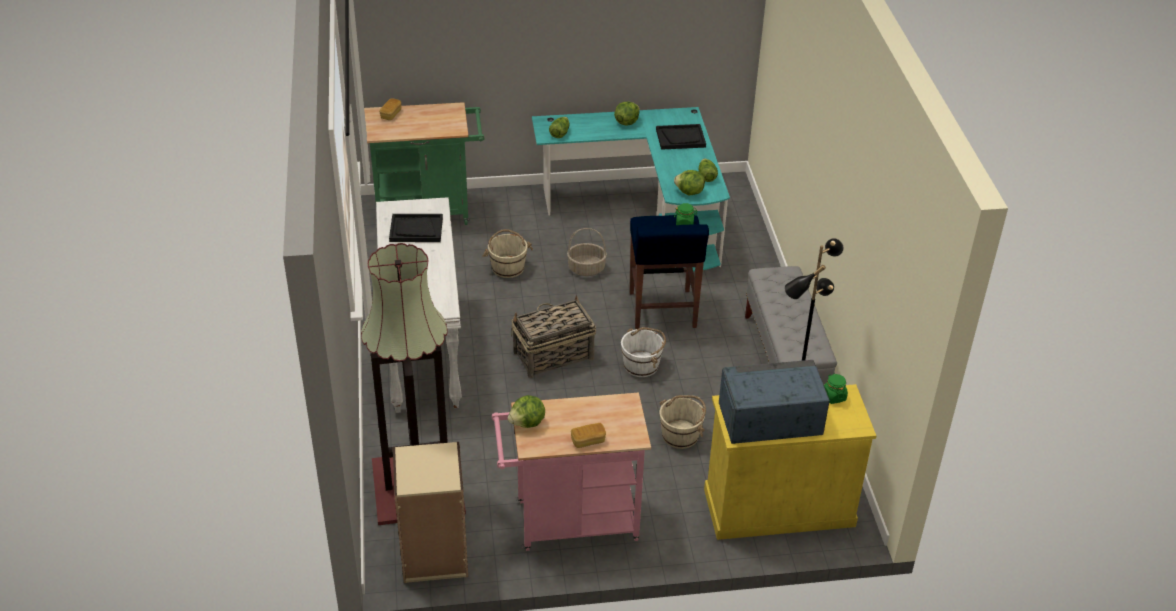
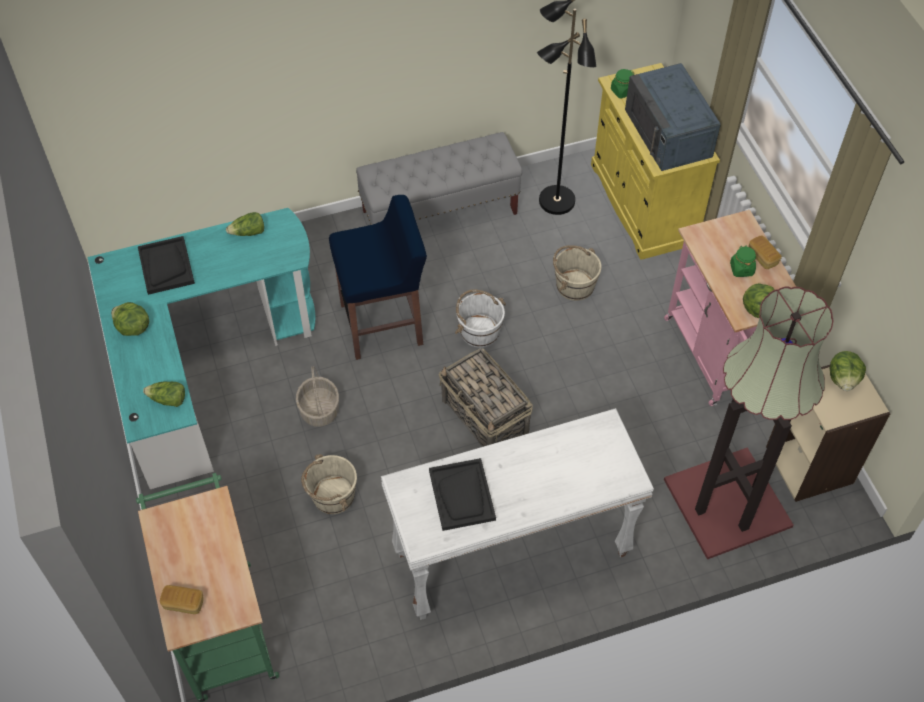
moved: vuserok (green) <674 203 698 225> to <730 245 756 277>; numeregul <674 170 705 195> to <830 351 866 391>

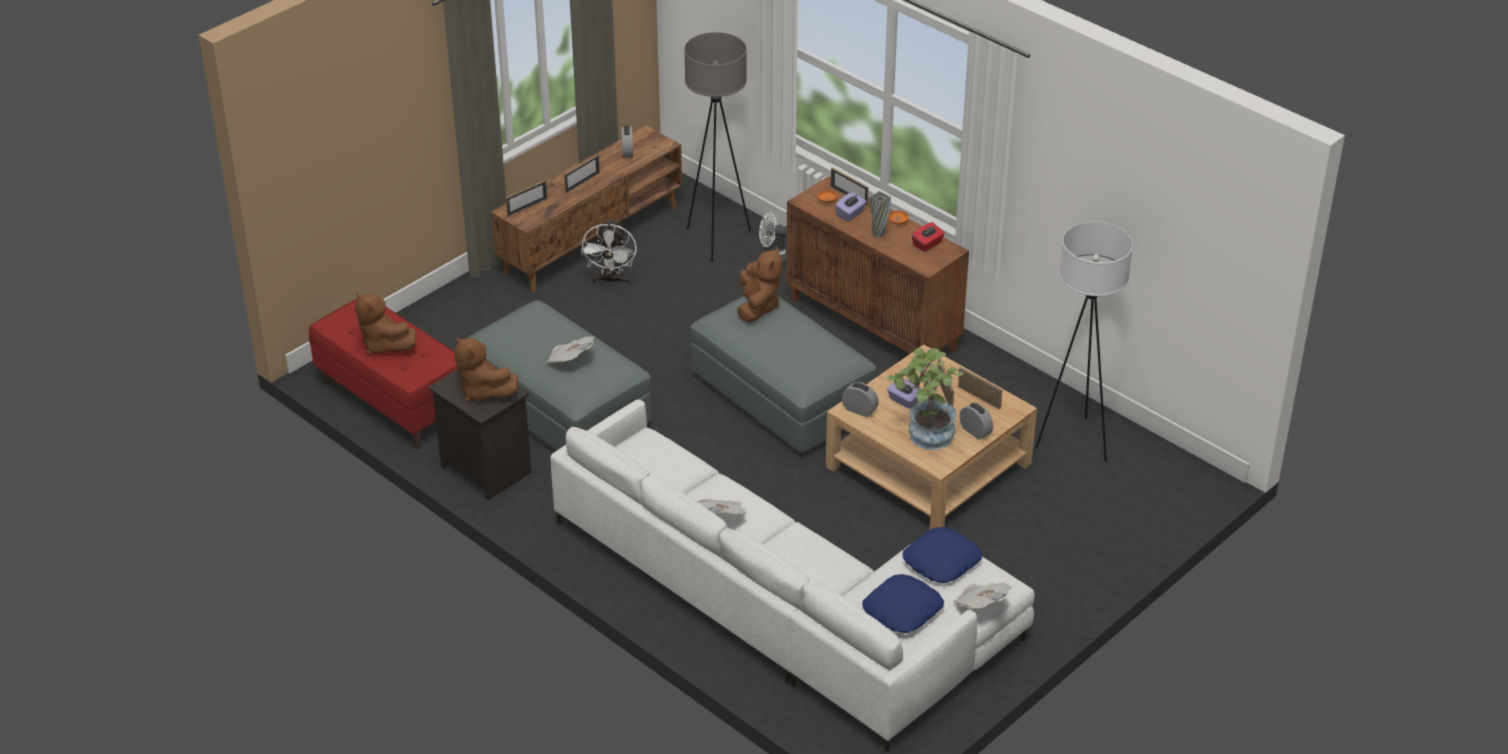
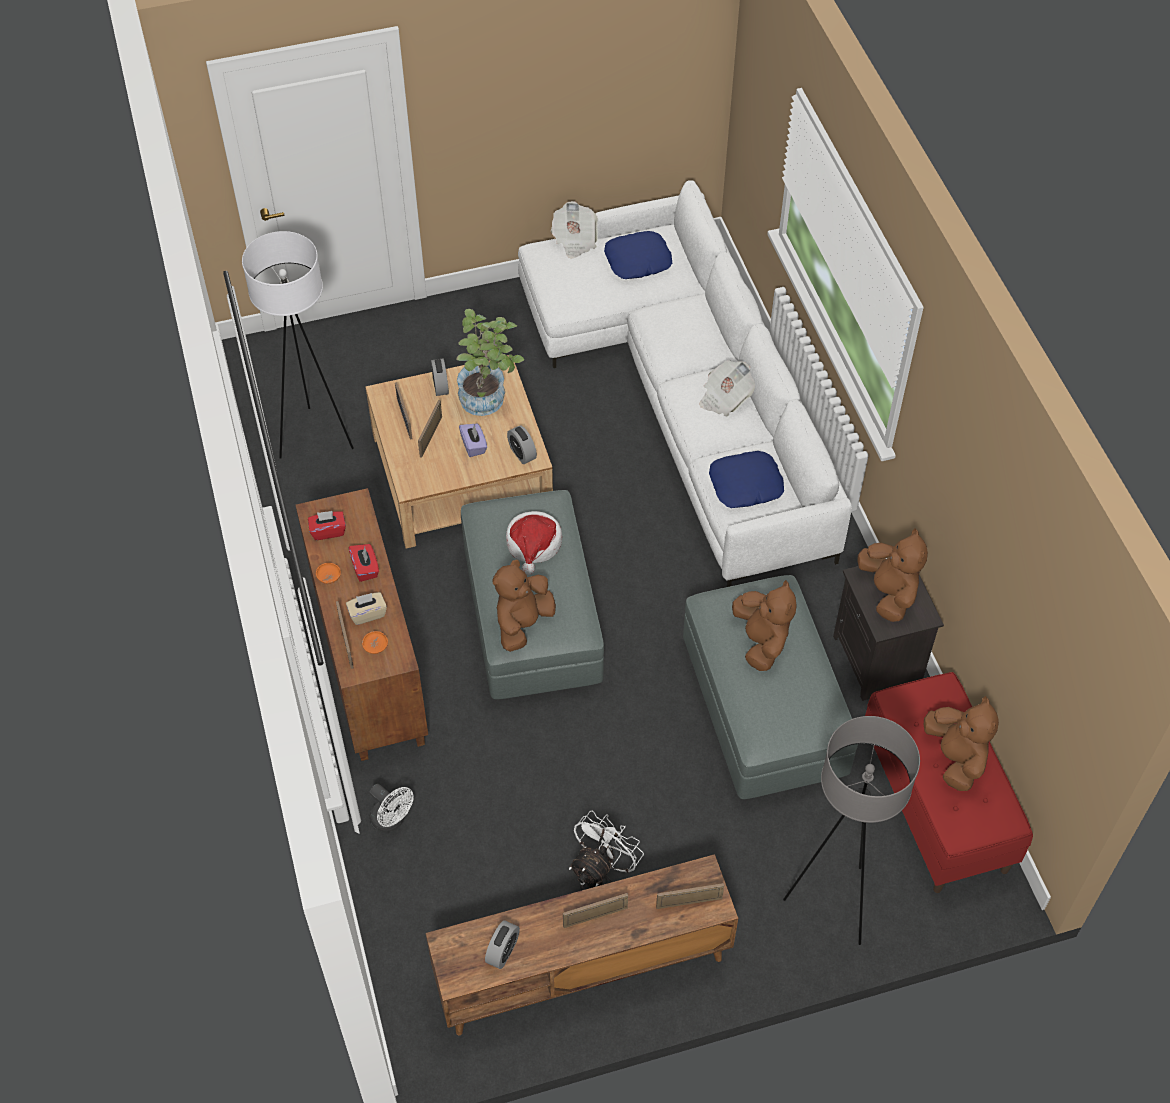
added: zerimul <506 511 562 575>
moved: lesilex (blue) <902 527 983 583> to <709 451 784 508>; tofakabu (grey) <684 32 751 261> to <783 716 920 945>
replaced: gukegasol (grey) <869 191 891 238> to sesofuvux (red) <349 544 379 582>; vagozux <546 336 595 363> to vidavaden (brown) <732 580 797 671>
recoloured: sesofuvux (purple) <835 192 866 221> to sesofuvux (beige) <346 592 387 625>

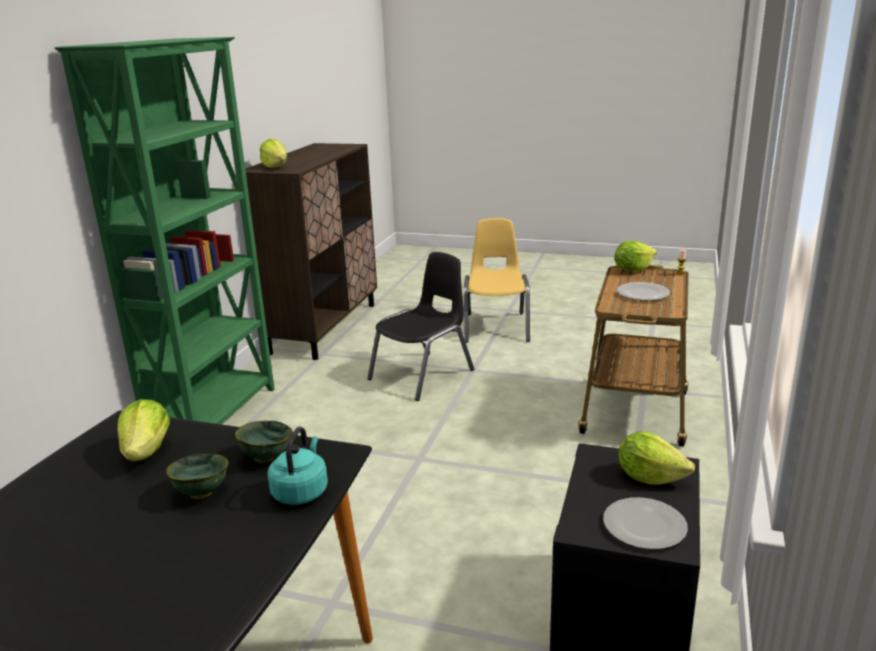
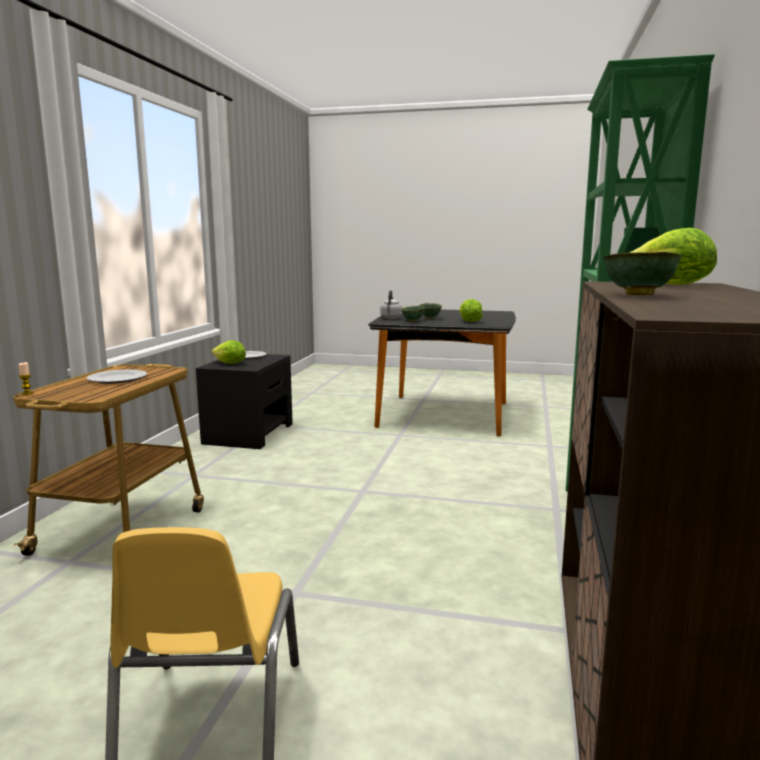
removed: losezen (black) <367 252 474 401>; numeregul <614 241 657 271>
added: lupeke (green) <603 252 682 295>
recoloured: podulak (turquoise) <267 427 328 505> to podulak (grey) <380 290 403 319>

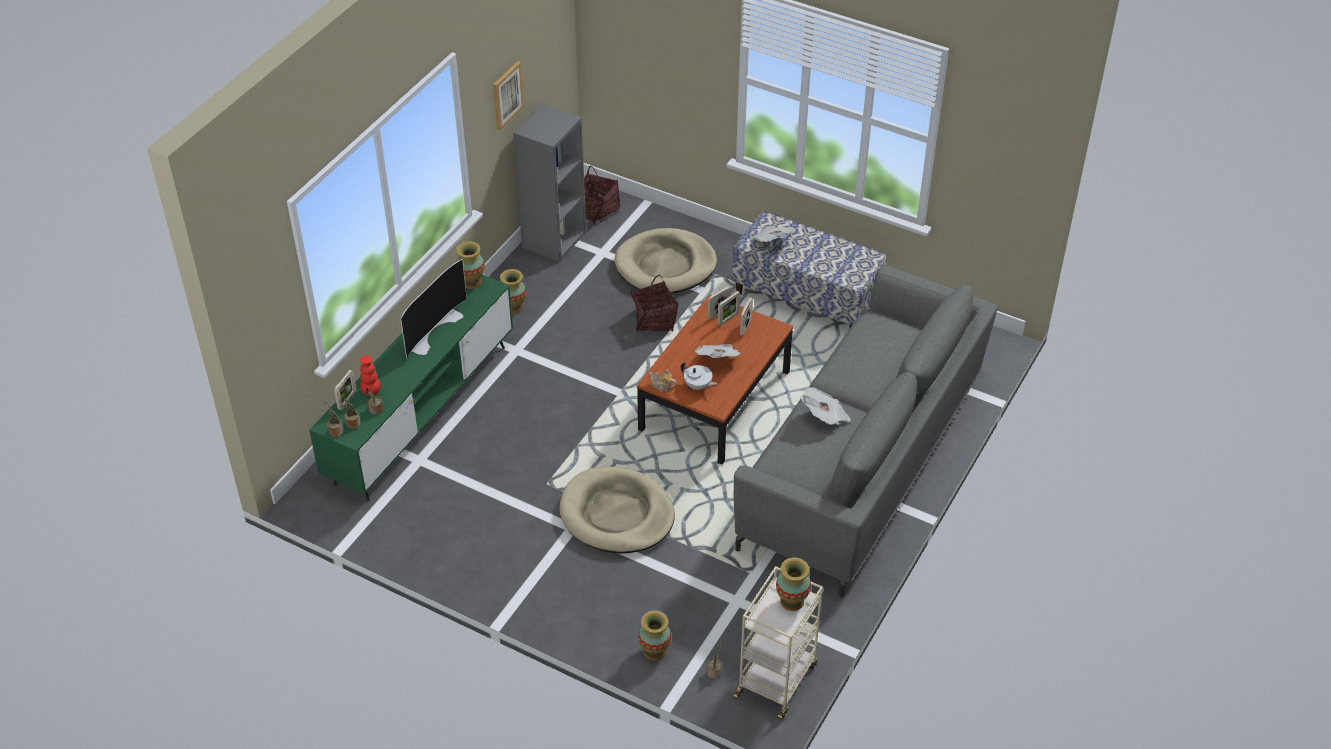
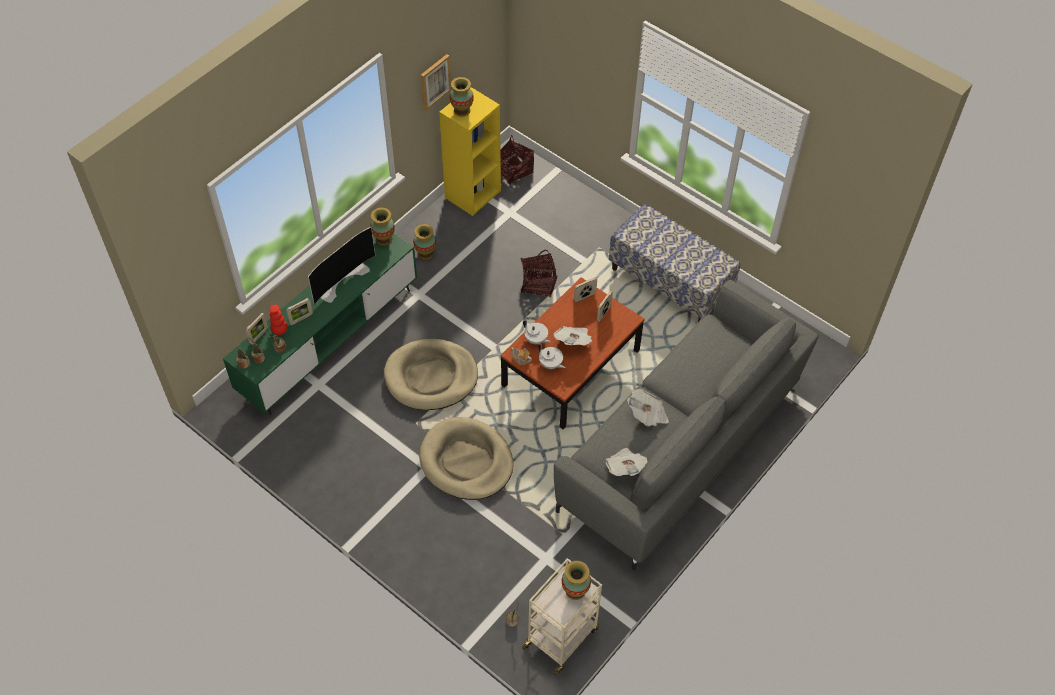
added: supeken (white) <523 320 551 344>
moved: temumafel <718 291 740 326> to <286 298 313 325>; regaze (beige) <615 228 717 293> to <384 339 478 410>; gukegasol <638 611 671 661> to <450 77 474 116>; vagozux <752 227 795 242> to <605 448 647 476>
recoloured: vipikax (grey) <513 104 586 262> to vipikax (yellow) <439 87 501 216>

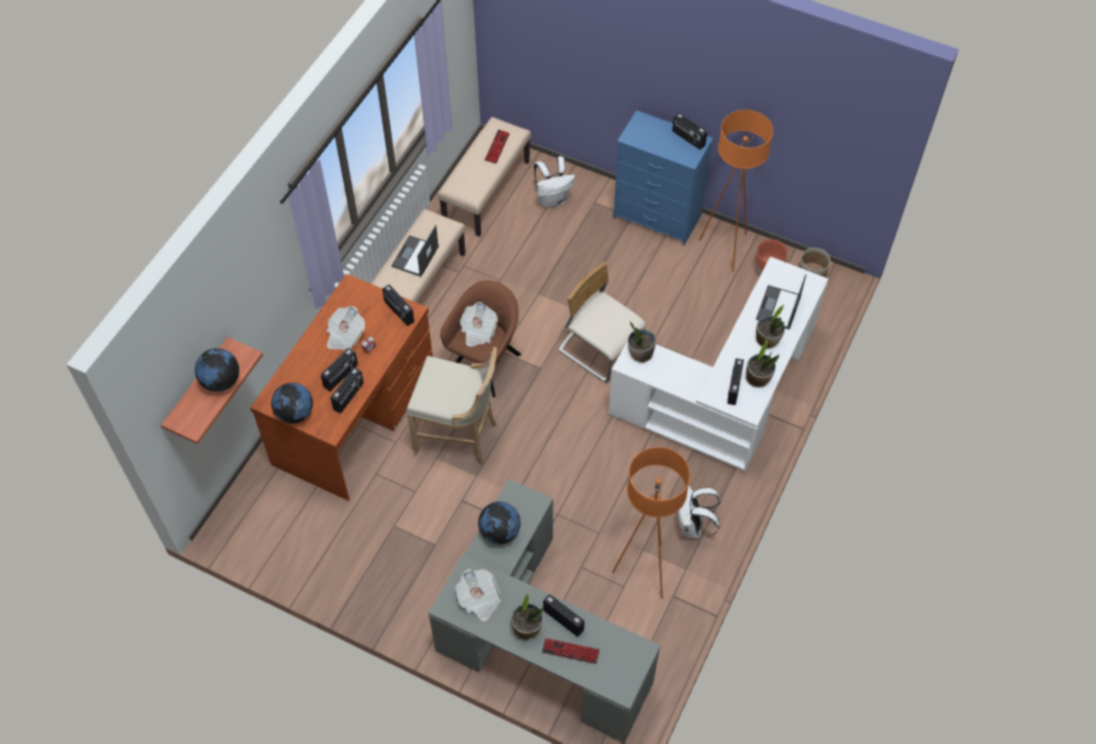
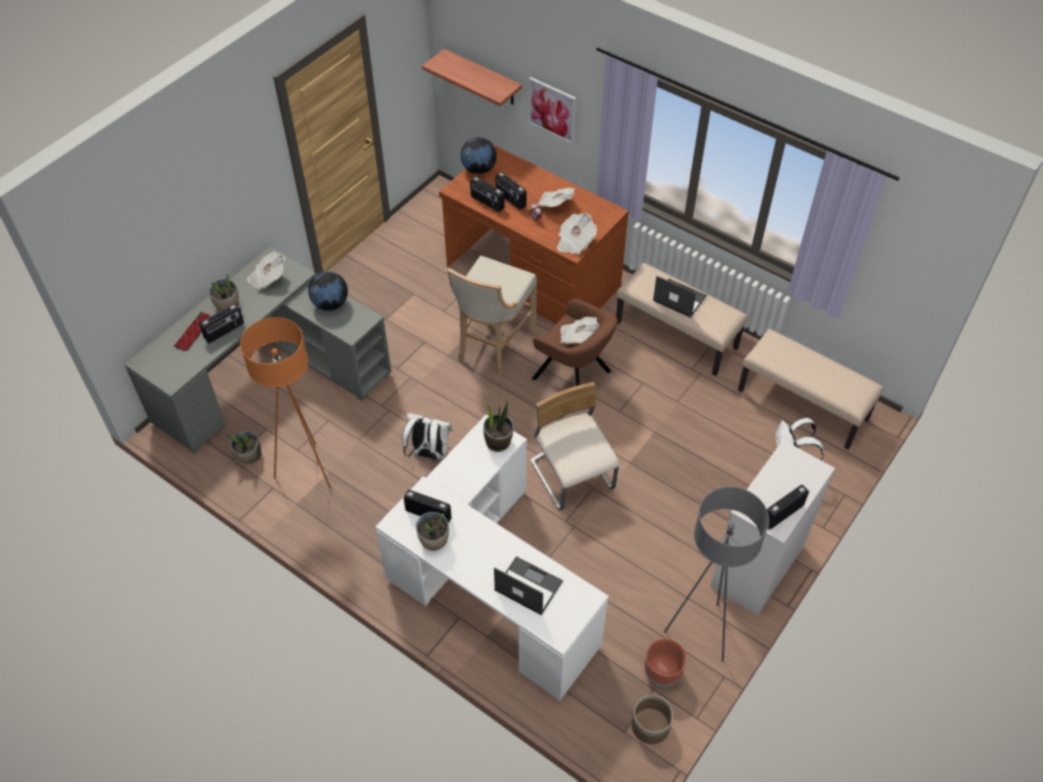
removed: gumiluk <195 348 239 392>; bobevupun <485 130 510 164>
added: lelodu <528 77 577 144>
moved: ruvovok <756 305 785 348> to <226 431 261 465>; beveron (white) <678 485 721 538> to <402 413 452 462>
replaced: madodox <382 285 414 326> to vagozux <557 213 597 255>
recoloured: tofakabu (orange) <699 110 773 272> to tofakabu (grey) <664 487 769 662>; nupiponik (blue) <613 110 713 246> to nupiponik (white) <710 440 835 616>
turned: losezen (beige) <558 262 646 382> = <530 382 619 511> 75 degrees counterclockwise

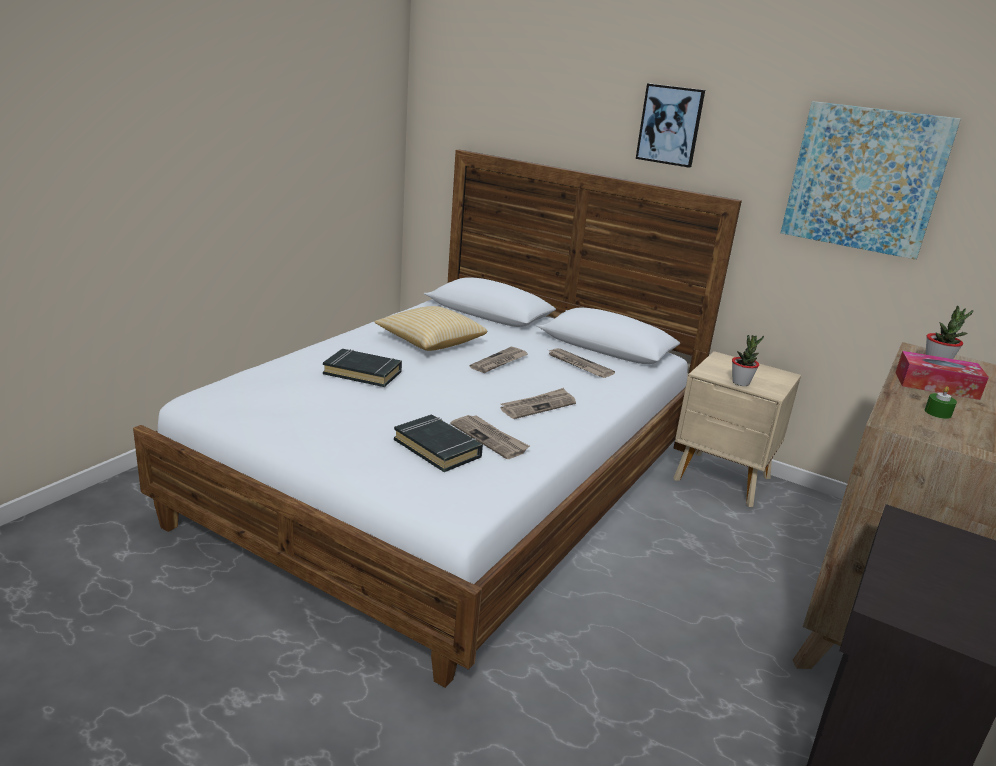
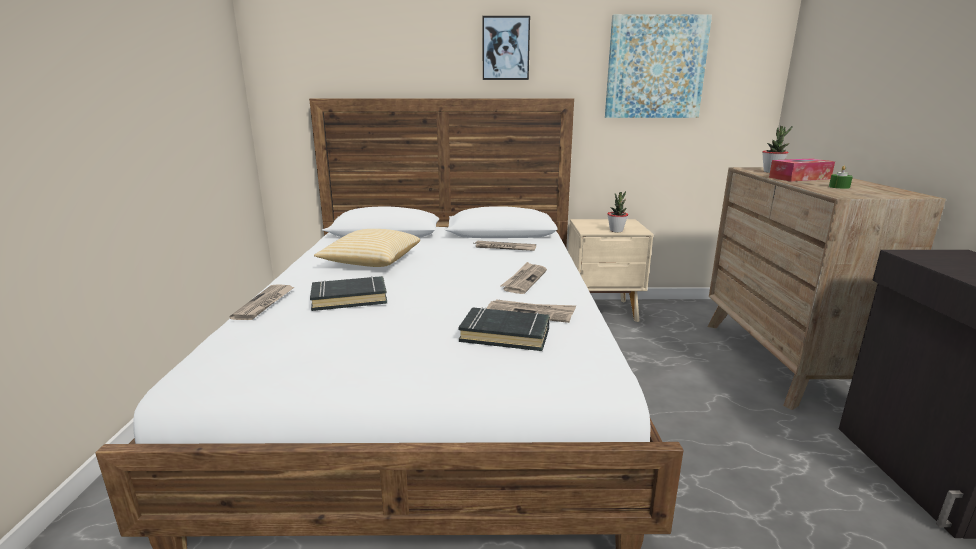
moved: vagozux <470 347 528 373> to <230 284 295 320>

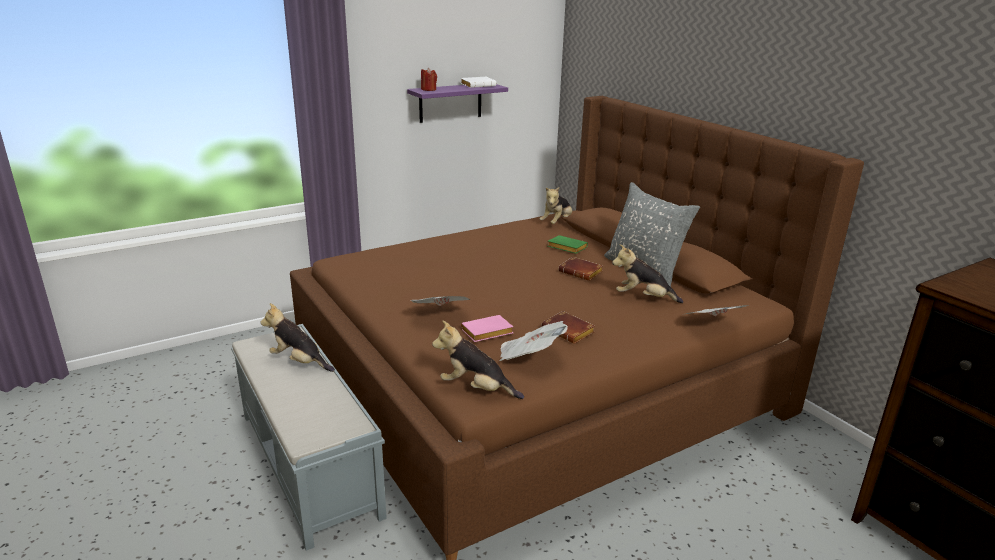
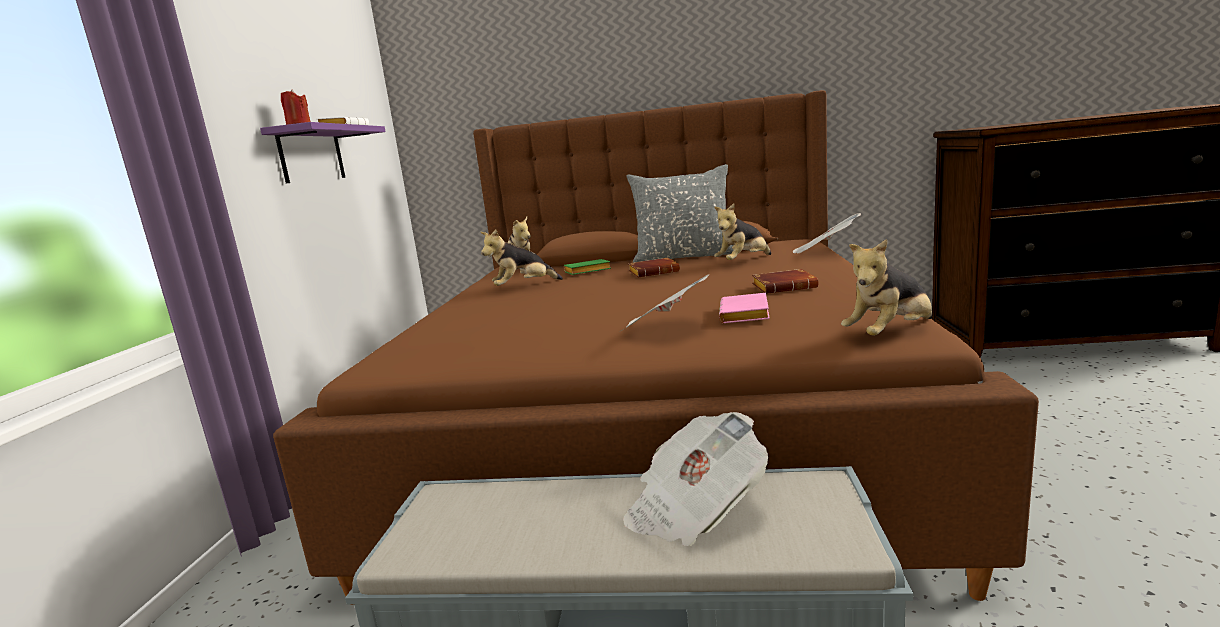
moved: vidavaden <260 303 335 372> to <481 230 563 286>; vagozux <500 321 568 361> to <623 412 768 546>

